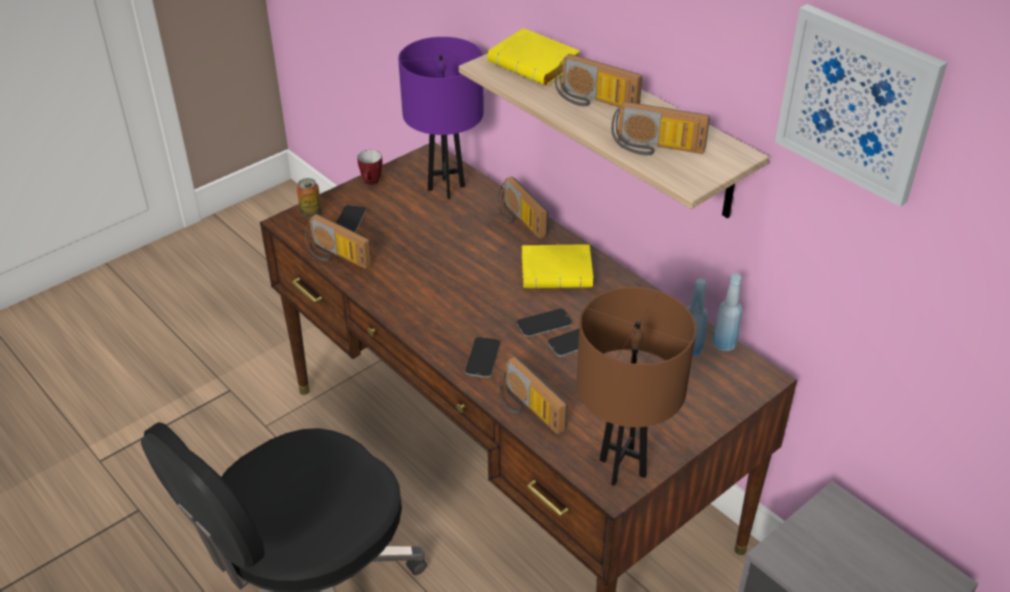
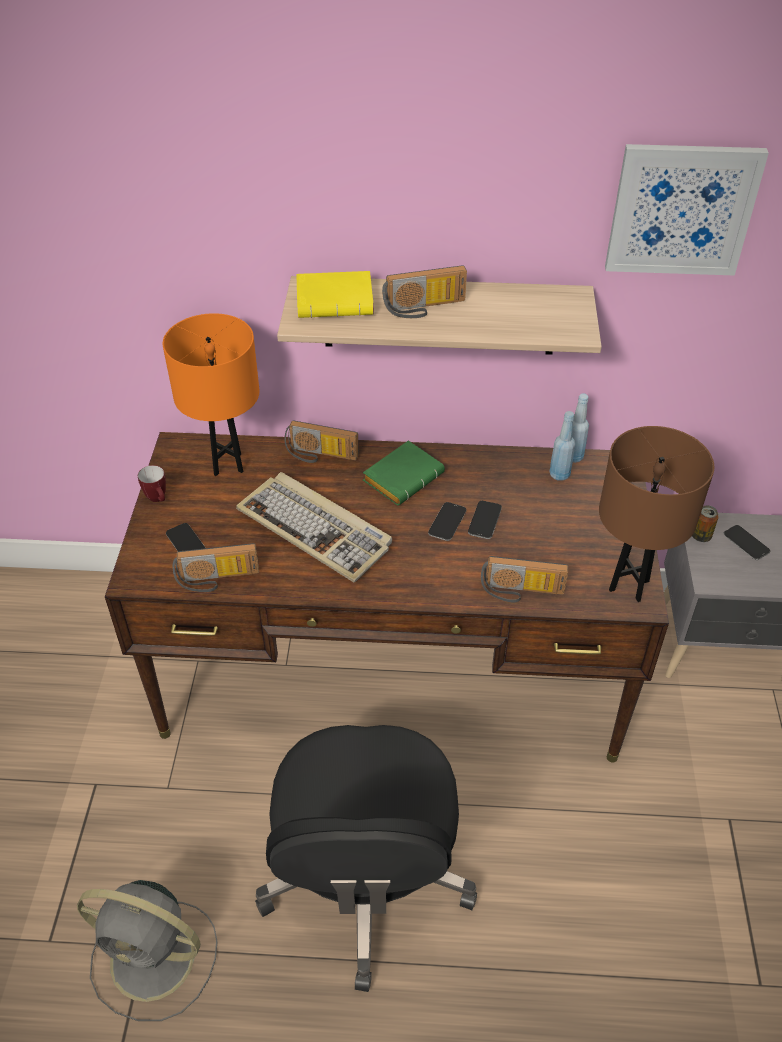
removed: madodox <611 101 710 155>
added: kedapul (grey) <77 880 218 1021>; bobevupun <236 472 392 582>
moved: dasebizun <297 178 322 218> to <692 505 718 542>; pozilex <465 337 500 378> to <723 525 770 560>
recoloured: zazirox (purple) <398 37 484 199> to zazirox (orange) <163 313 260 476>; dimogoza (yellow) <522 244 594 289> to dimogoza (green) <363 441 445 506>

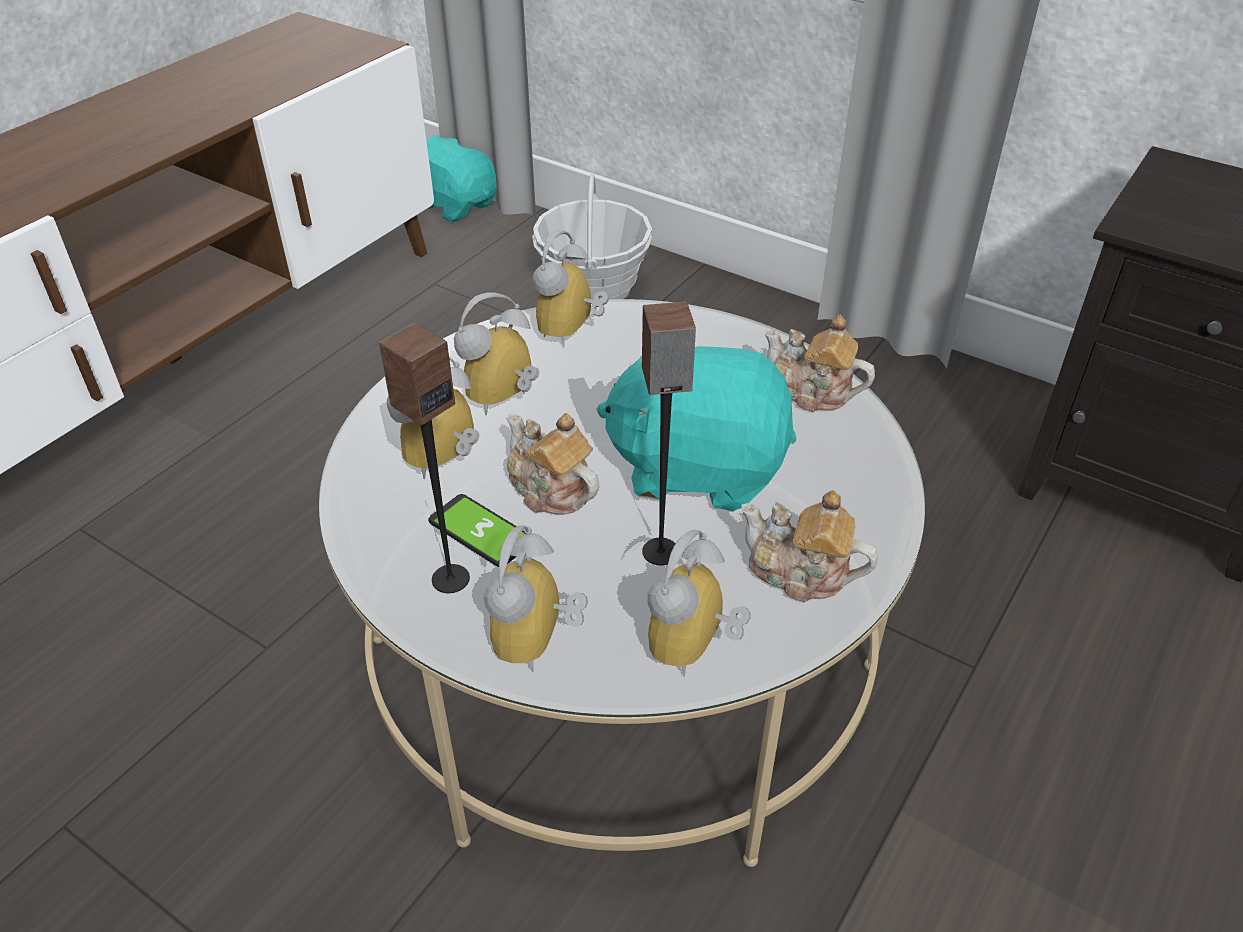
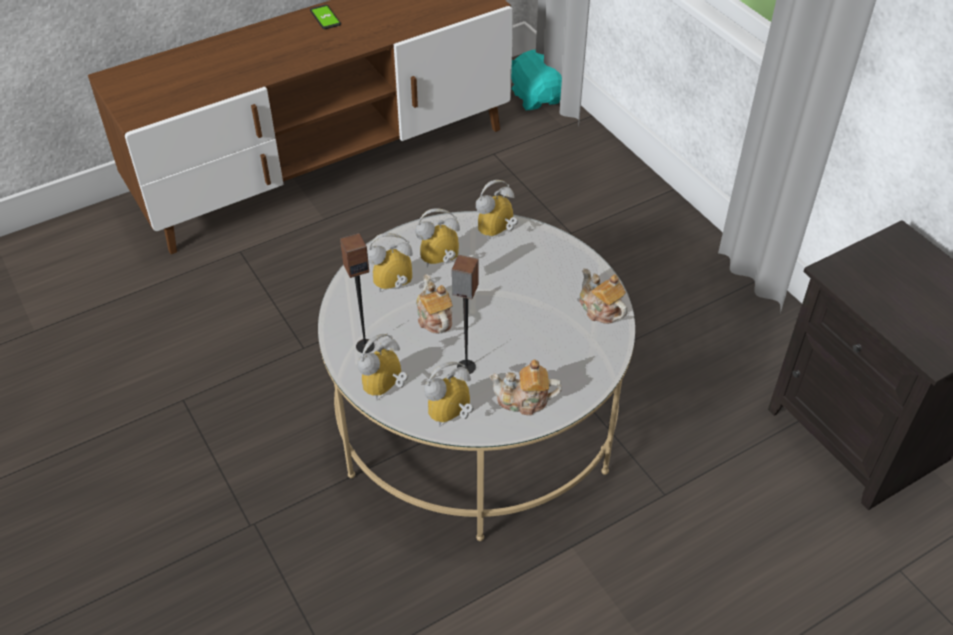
removed: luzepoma <532 174 652 300>; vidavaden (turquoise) <597 346 796 511>
moved: pozilex <429 494 526 567> to <310 5 341 29>
turned: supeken <741 490 878 602> = <489 359 562 416> 45 degrees counterclockwise

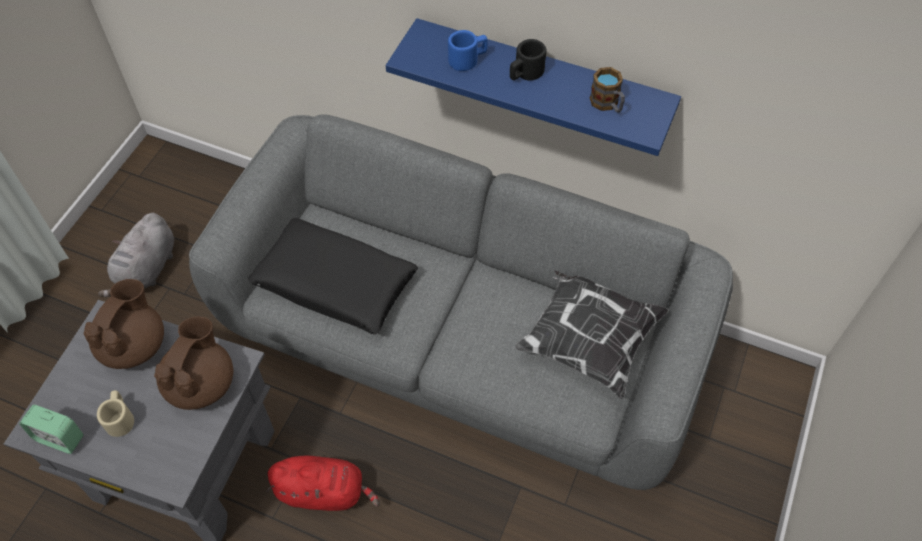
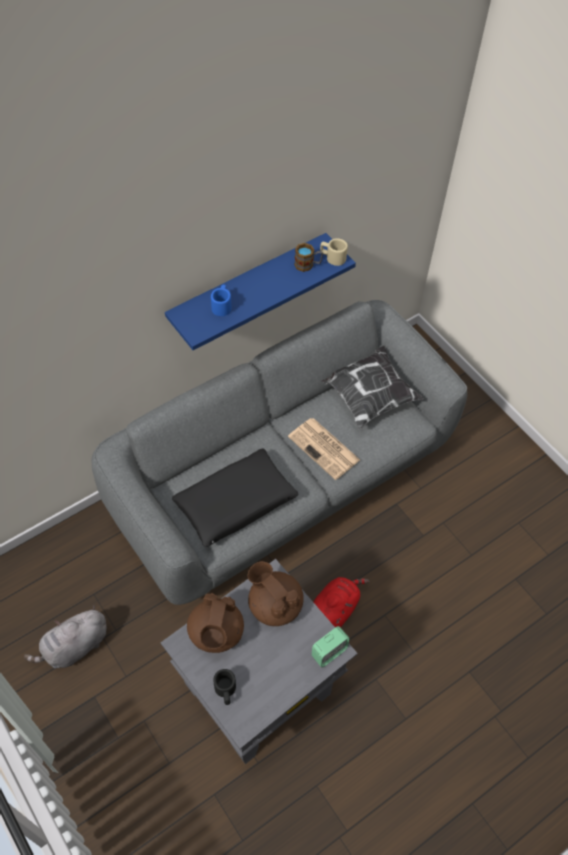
added: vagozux <288 418 360 480>
moved: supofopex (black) <510 39 546 81> to <213 669 236 705>; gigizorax <19 405 83 454> to <312 626 350 668>; supofopex (beige) <97 390 134 437> to <320 238 348 266>
turned: vidavaden (grey) <98 213 174 297> = <24 605 107 668> 90 degrees clockwise; supeken (brown) <84 279 164 369> = <187 593 244 653> 135 degrees counterclockwise

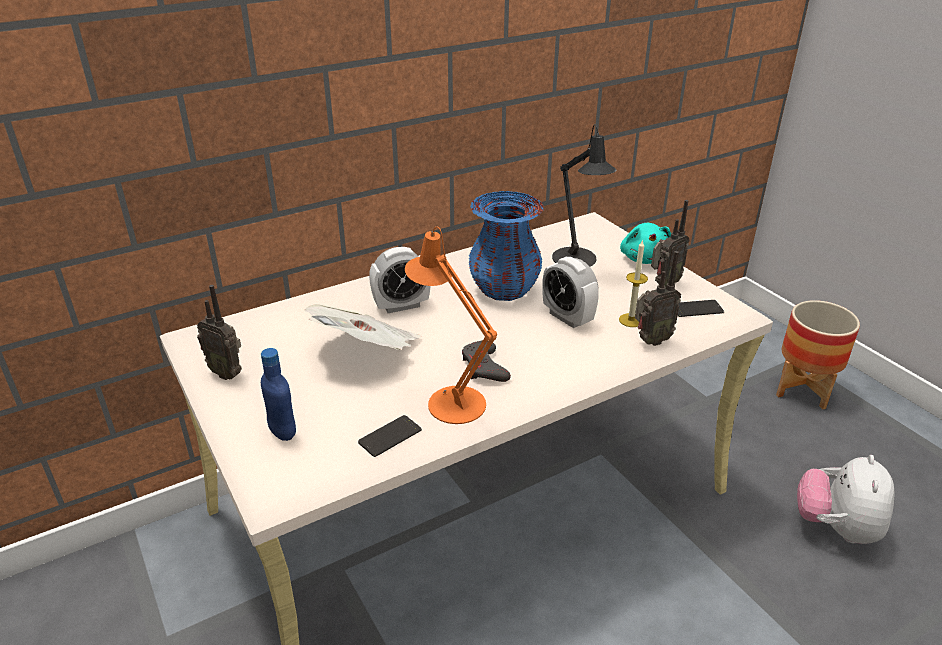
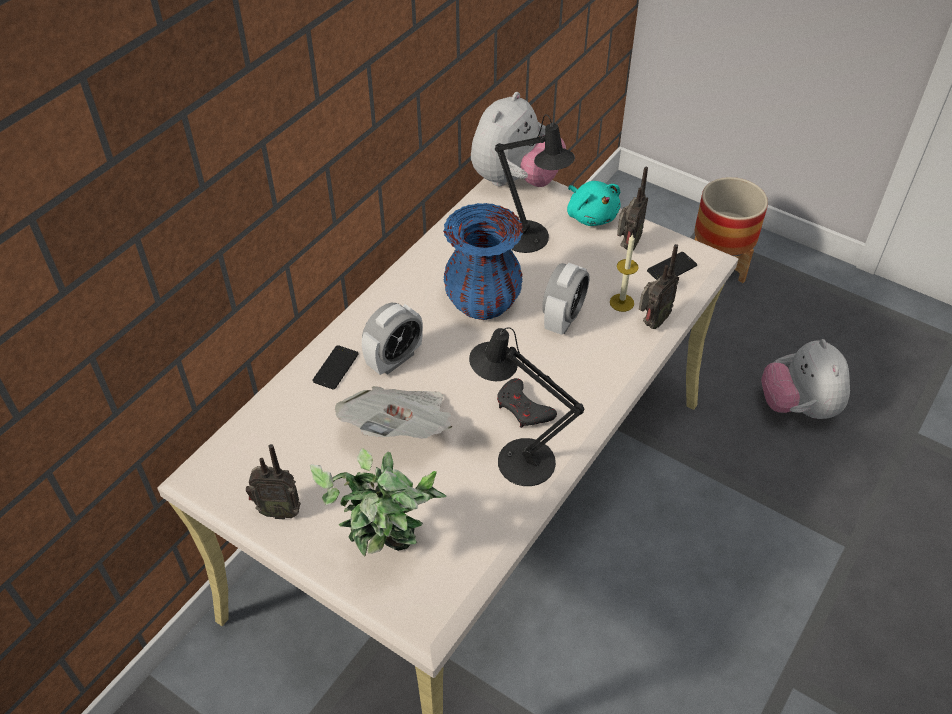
added: vidavaden <471 92 566 187>
moved: pozilex <358 415 422 457> to <312 345 359 390>
replaced: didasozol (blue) <261 348 296 441> to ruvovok <310 448 446 556>
recoloured: zazirox (orange) <405 227 497 424> to zazirox (black) <469 327 585 486>
turned: gigizorax <542 257 599 328> = <542 263 590 335> 90 degrees counterclockwise

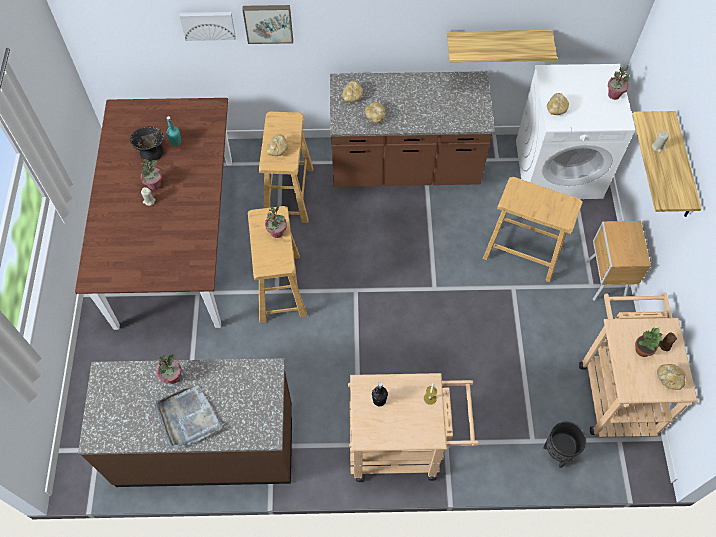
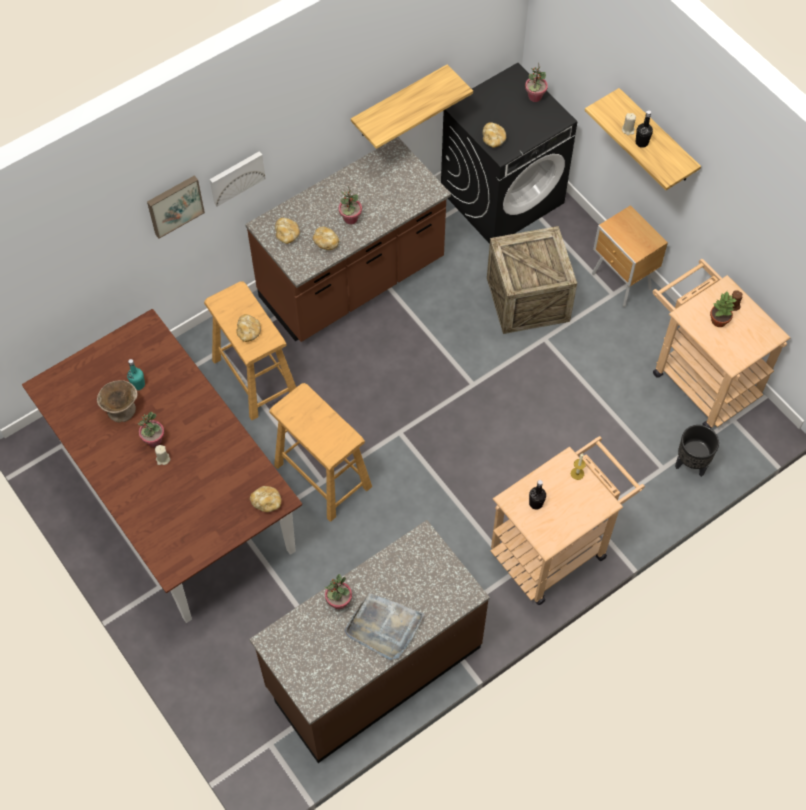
added: didasozol (black) <636 110 653 148>
moved: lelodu <180 12 236 41> to <210 151 266 207>; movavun <657 364 685 390> to <250 486 282 512>; ruvovok <265 205 287 238> to <339 186 362 224>
replaced: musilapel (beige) <483 177 583 282> to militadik <487 226 577 334>
recoloured: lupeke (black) <130 127 163 162> to lupeke (beige) <97 380 137 422>; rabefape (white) <516 64 635 199> to rabefape (black) <441 63 577 244>

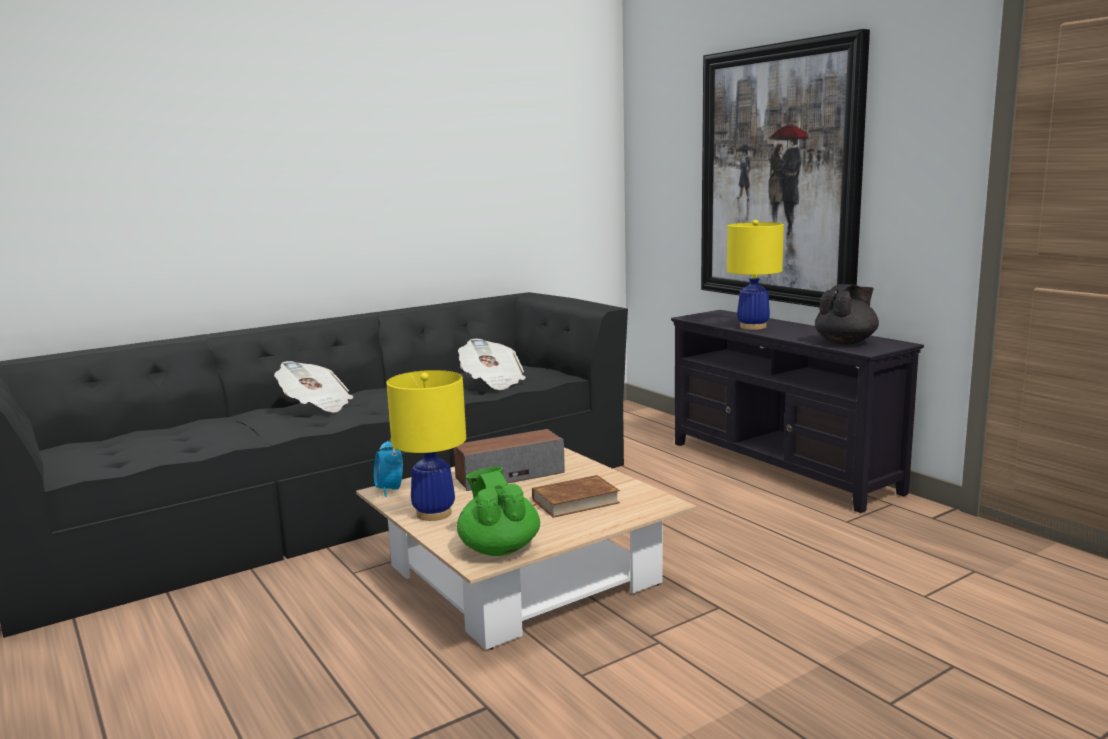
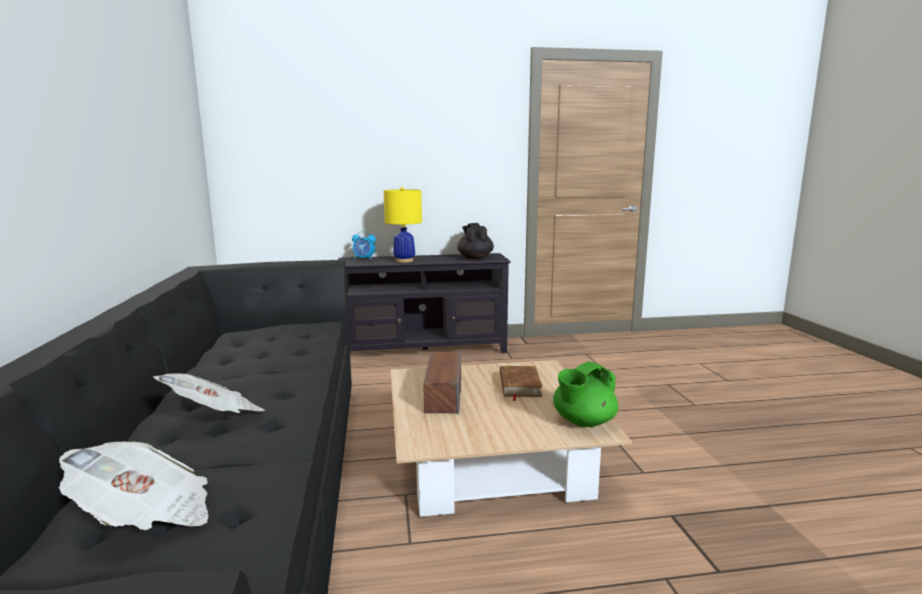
removed: zazirox (yellow) <386 370 466 521>; lelodu <701 29 870 308>
moved: vagozux <458 339 526 390> to <59 442 208 530>; gigizorax <374 439 403 497> to <352 231 376 260>
turned: supeken (green) <457 467 540 556> = <553 362 618 427> 45 degrees counterclockwise

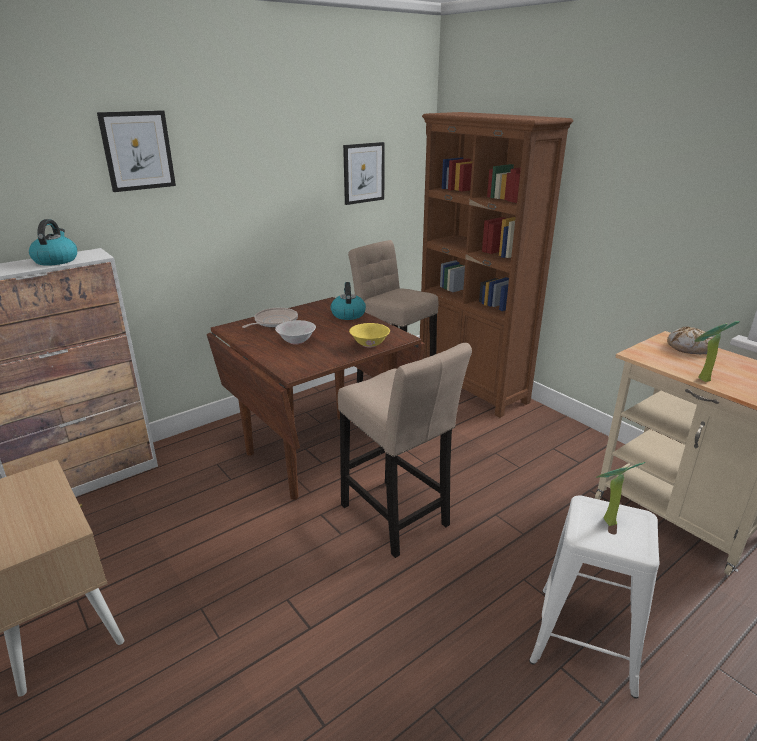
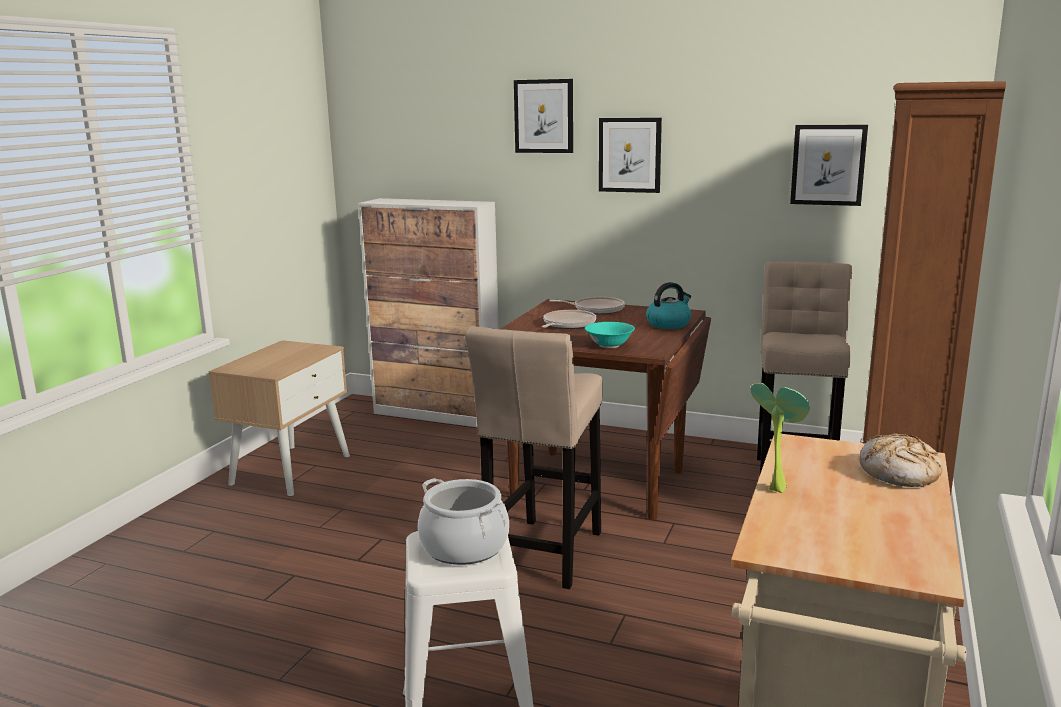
removed: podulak <29 219 77 266>
added: lelodu <599 118 662 193>
replaced: ruvovok <596 462 645 526> to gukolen <418 478 509 565>; lupeke (white) <275 320 316 344> to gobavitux <542 310 596 329>
recoloured: lupeke (yellow) <349 323 390 348> to lupeke (turquoise) <585 322 635 348>

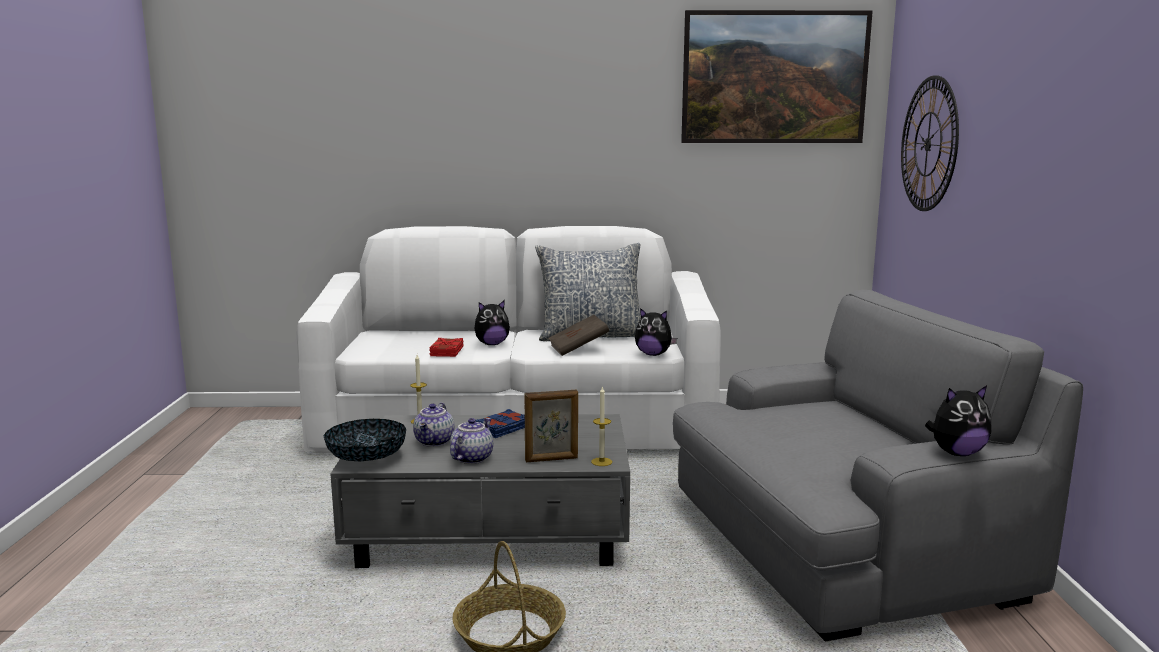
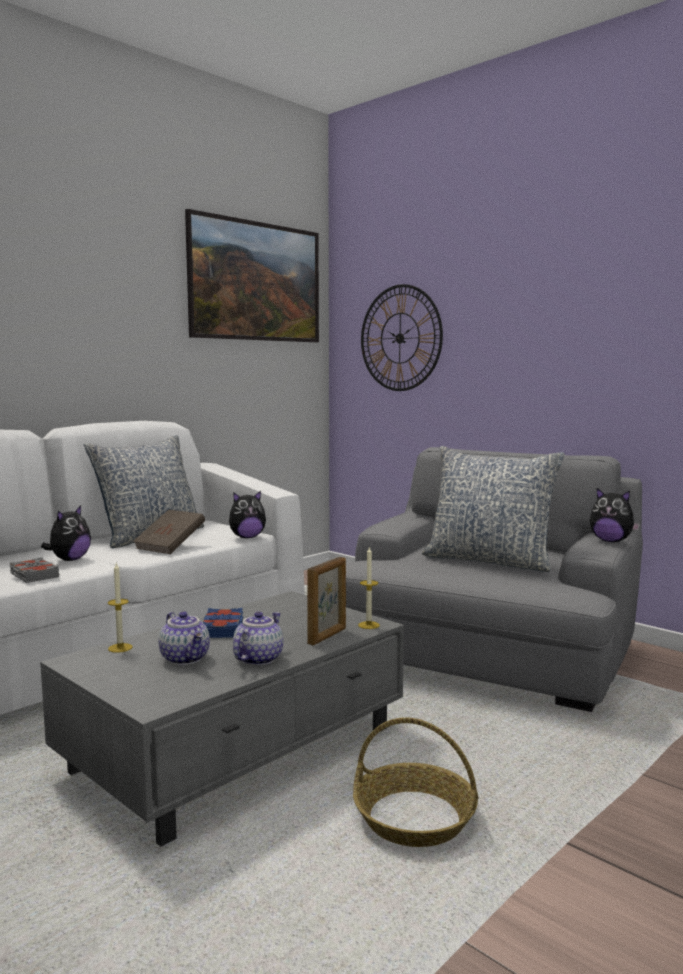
removed: lupeke <323 419 406 461>
added: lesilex <422 446 565 572>
recoloured: dimogoza (red) <429 338 464 357> to dimogoza (grey) <9 557 59 583>
turned: supeken <450 418 493 464> = <233 611 283 666> 45 degrees clockwise; vidavaden <925 385 992 456> = <590 488 640 542> 90 degrees clockwise

